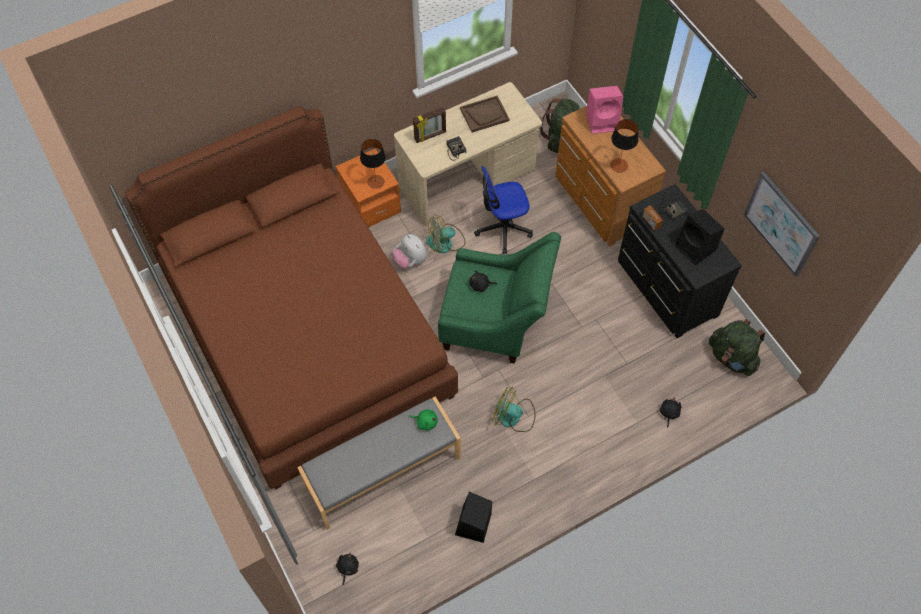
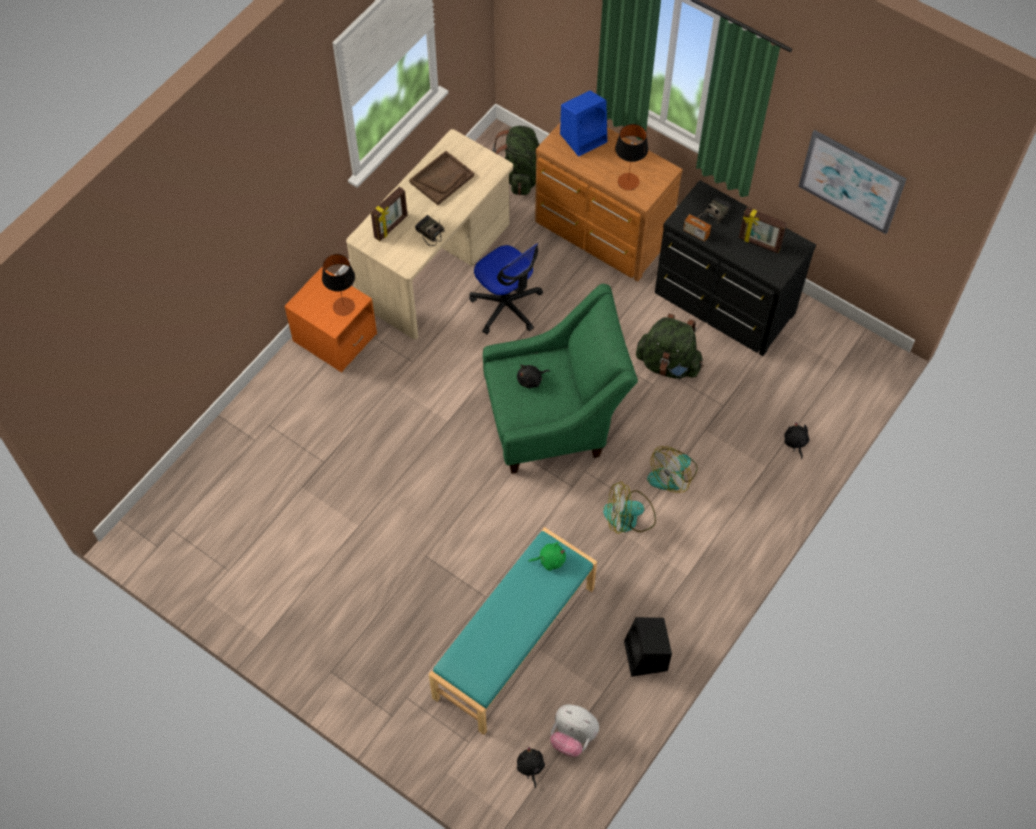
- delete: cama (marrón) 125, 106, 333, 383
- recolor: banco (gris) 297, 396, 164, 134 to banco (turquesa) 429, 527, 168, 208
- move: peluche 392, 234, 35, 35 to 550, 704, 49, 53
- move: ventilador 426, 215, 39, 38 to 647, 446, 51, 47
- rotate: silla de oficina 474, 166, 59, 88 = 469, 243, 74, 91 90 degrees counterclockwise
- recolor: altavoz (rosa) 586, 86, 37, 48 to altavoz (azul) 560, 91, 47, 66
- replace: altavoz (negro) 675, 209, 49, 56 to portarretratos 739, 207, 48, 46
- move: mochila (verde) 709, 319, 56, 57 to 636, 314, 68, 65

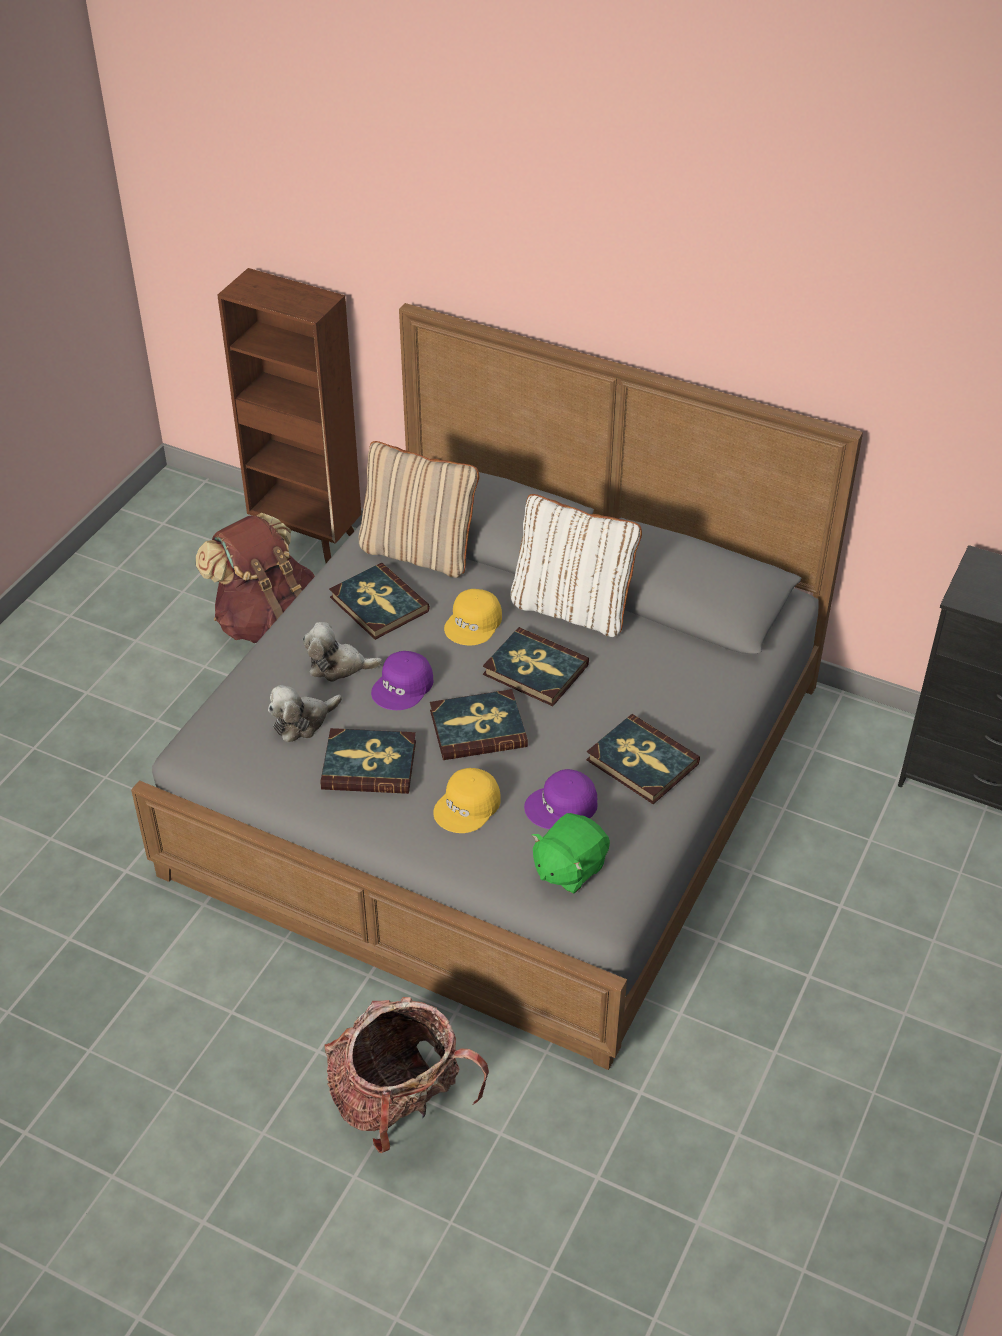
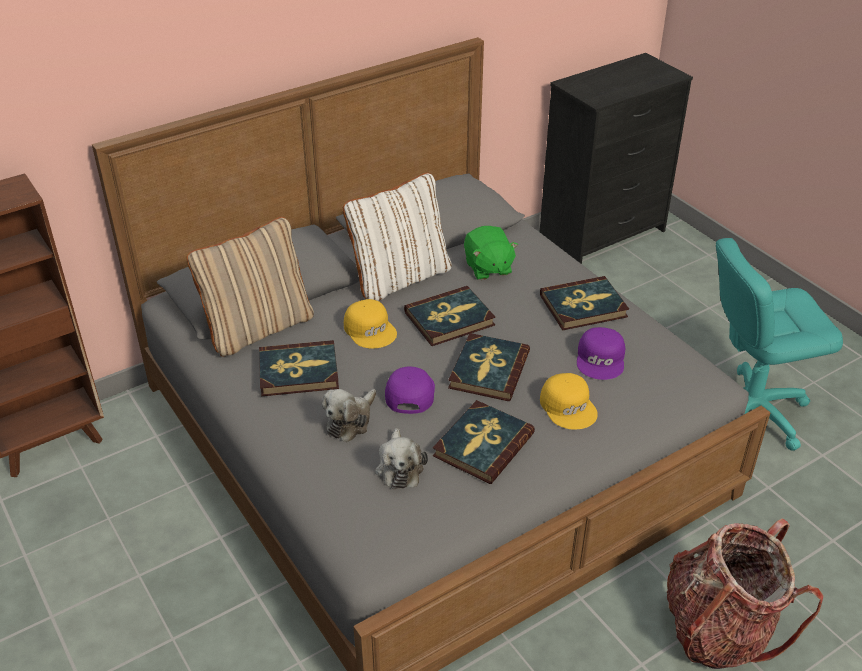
- delete: mochila (marrón) 196, 513, 119, 130
- rotate: gorra (morado) 371, 651, 62, 59 = 385, 367, 50, 47 150 degrees counterclockwise
- move: peluche (verde) 532, 813, 78, 80 to 464, 226, 54, 54
- insert: silla de oficina (turquesa) 716, 238, 127, 213

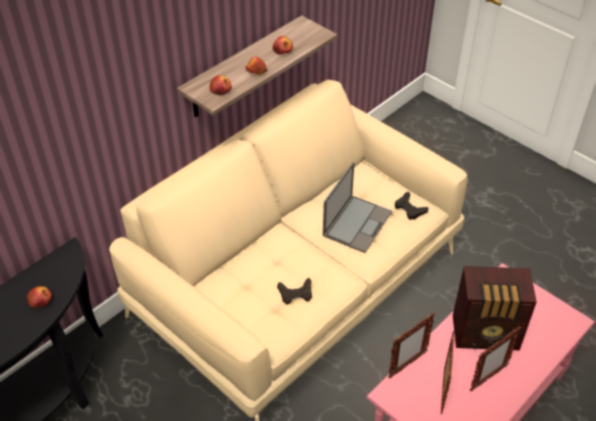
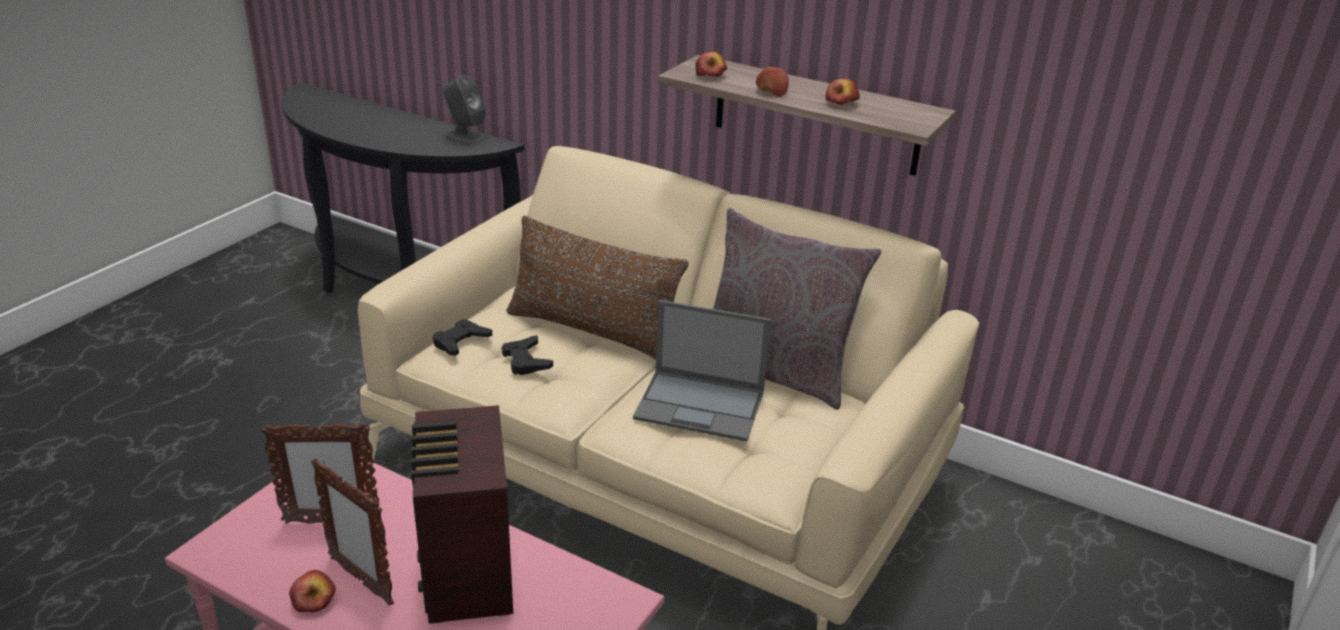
- move: manzana 27, 286, 25, 22 to 289, 570, 47, 43
- delete: portarretratos 388, 313, 47, 66
- move: mando de consola (negro) 395, 192, 34, 28 to 433, 319, 59, 37
- insert: altavoz (gris) 443, 75, 43, 69
- insert: cojín (marrón) 506, 216, 183, 144
- insert: cojín (gris) 713, 208, 169, 202

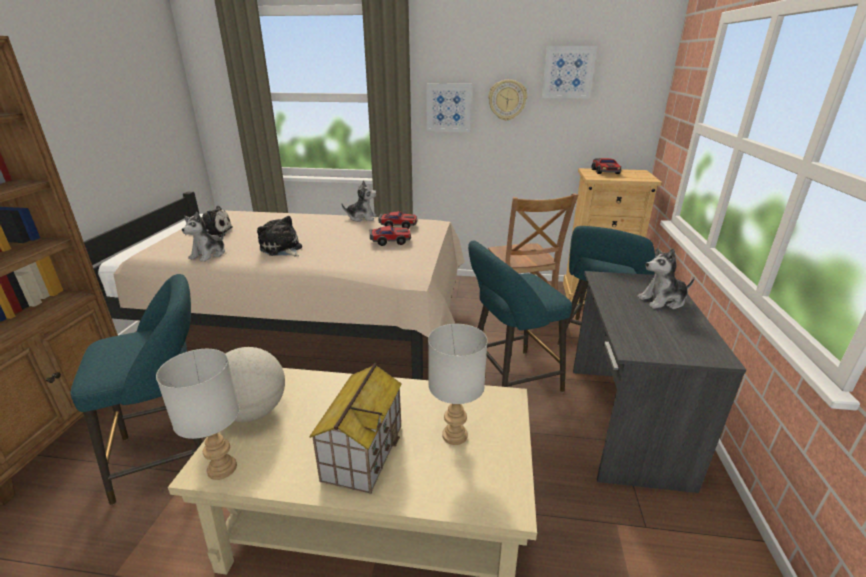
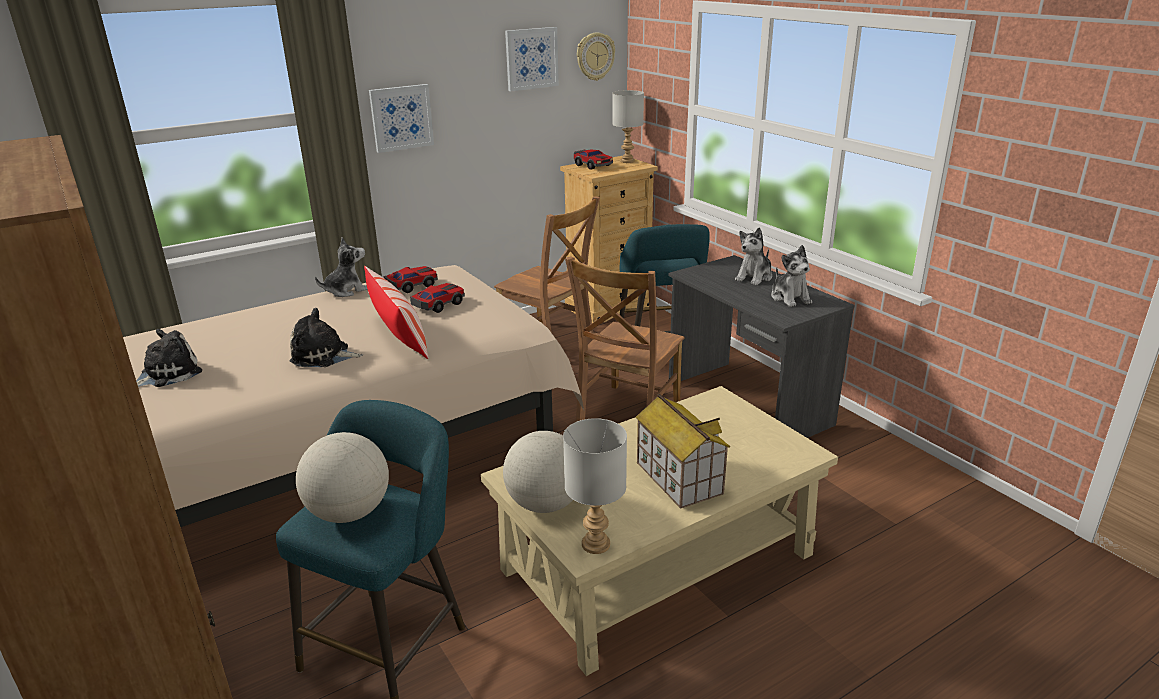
- move: peluche 182, 212, 43, 50 to 771, 245, 41, 62
- move: lámpara de mesa (gris) 428, 324, 60, 121 to 613, 90, 31, 73
- replace: taburete (turquesa) 468, 240, 104, 152 to silla (marrón) 565, 256, 119, 166
- move: reloj de pared 488, 79, 39, 42 to 577, 33, 38, 48
- insert: globo terráqueo 296, 432, 93, 91
- insert: cojín 364, 266, 65, 93

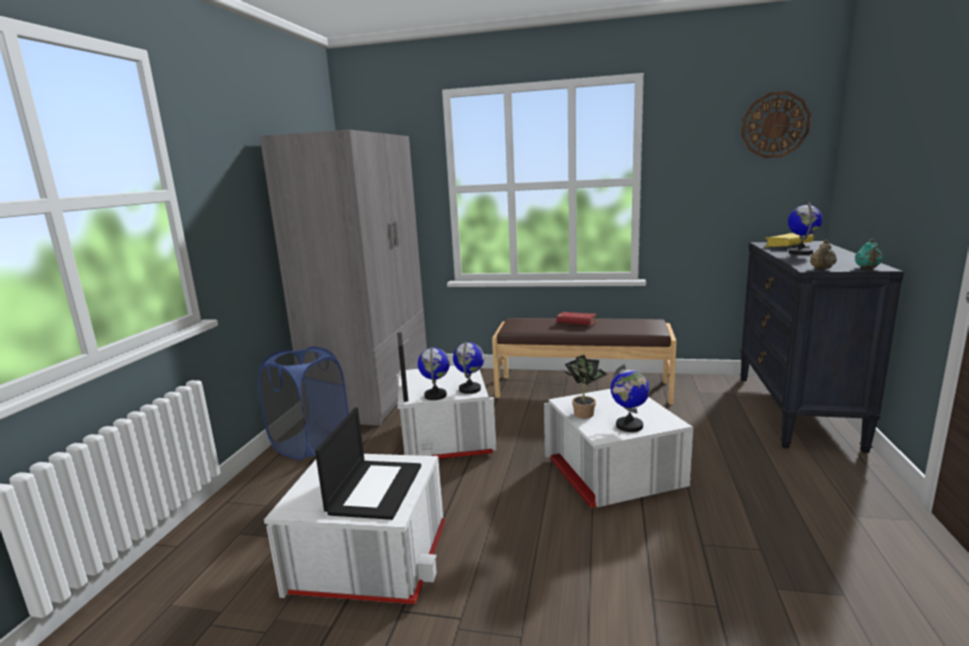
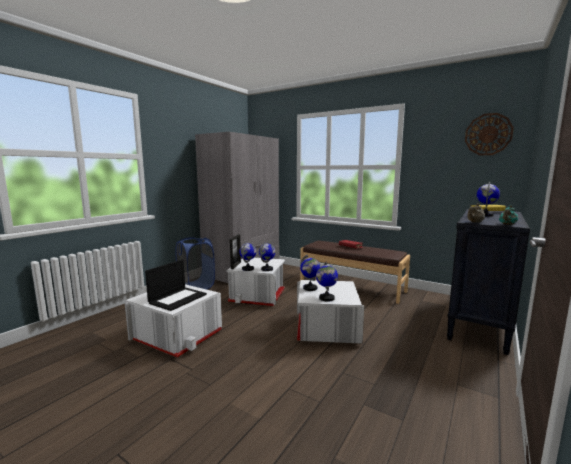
- replace: planta en maceta 564, 355, 44, 63 to globo terráqueo 300, 255, 20, 36

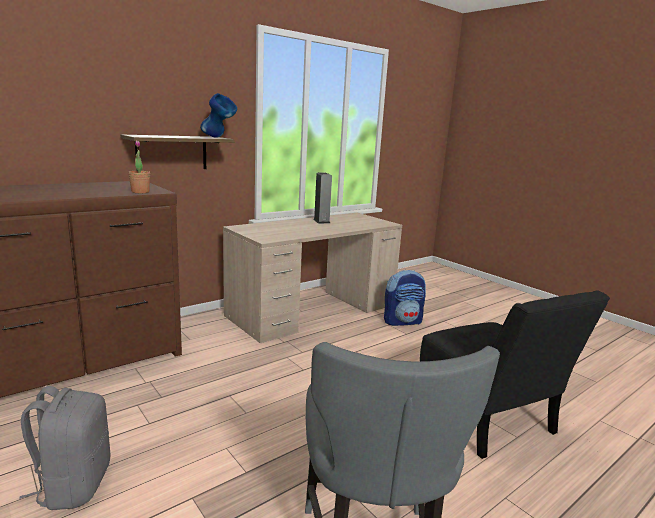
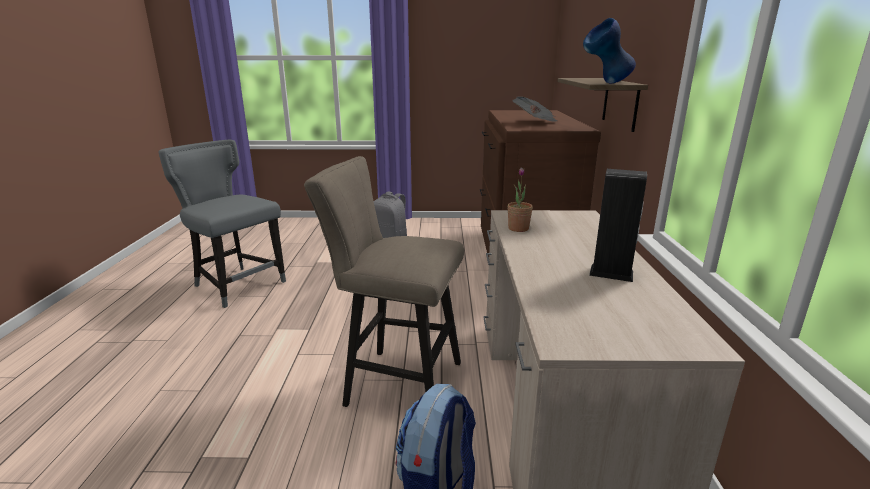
- move: planta en maceta 129, 141, 21, 52 to 507, 168, 26, 64
- delete: silla (negro) 420, 291, 190, 168
- insert: taburete (beis) 304, 156, 160, 251
- insert: periódico 512, 96, 45, 26

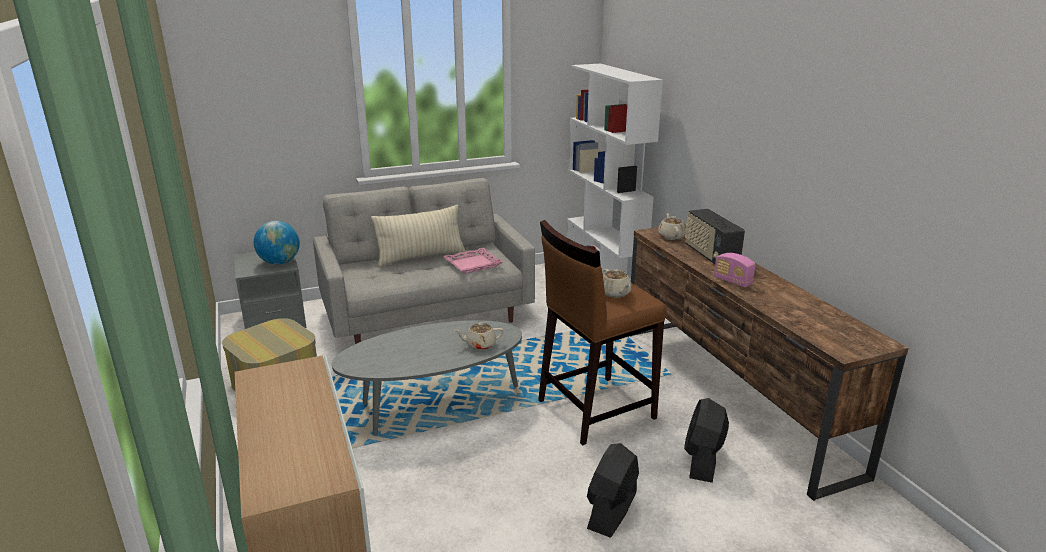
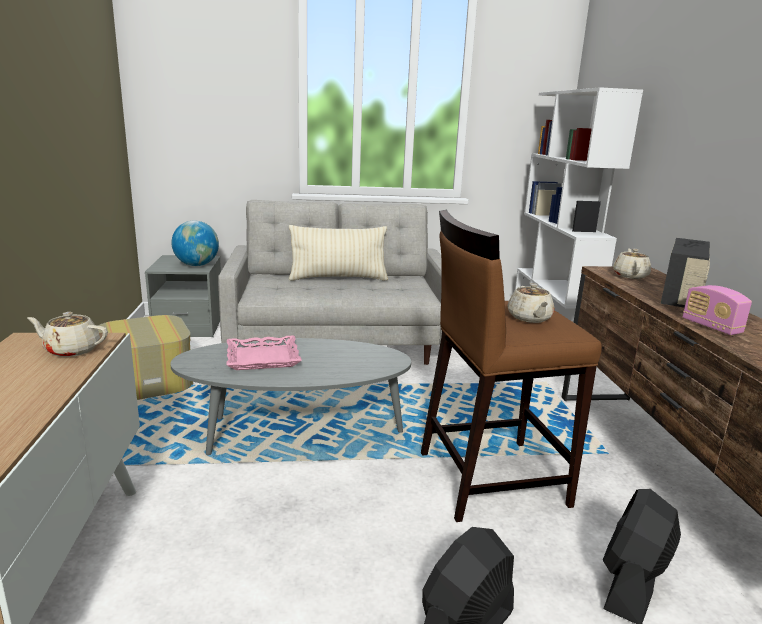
- move: bandeja (rosa) 443, 248, 60, 26 to 227, 336, 75, 34
- move: tetera (beis) 454, 322, 50, 28 to 27, 312, 81, 45
- rotate: radio 685, 209, 60, 55 = 661, 238, 49, 70 150 degrees counterclockwise

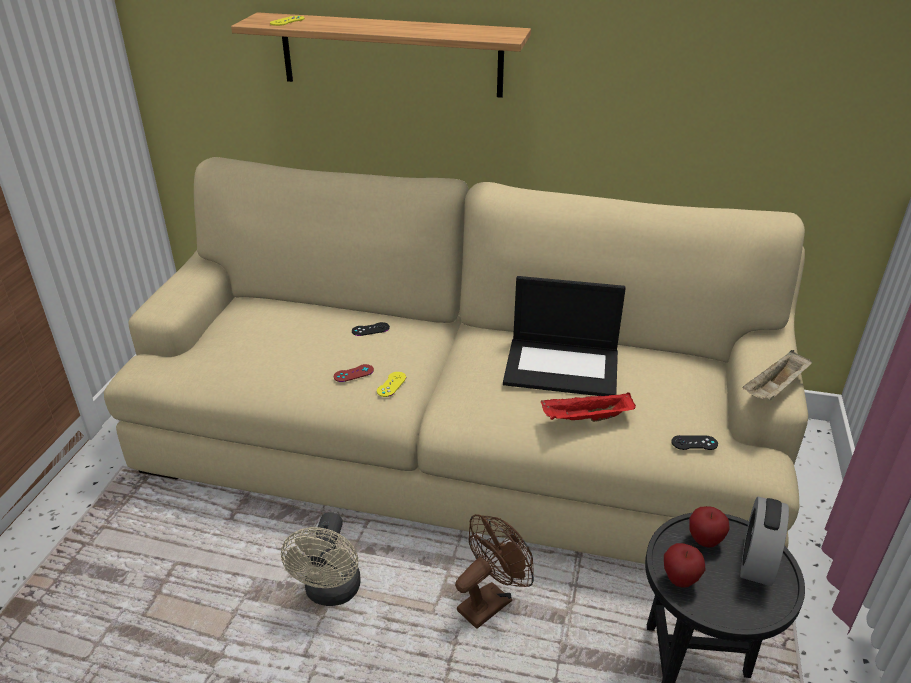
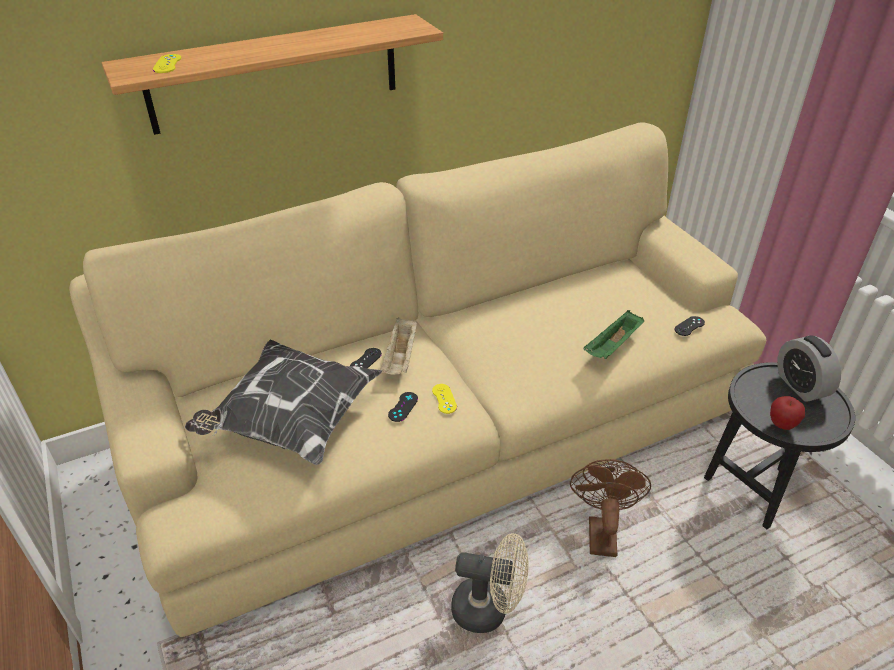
- rotate: ventilador (beis) 281, 512, 80, 94 = 451, 533, 77, 100 45 degrees counterclockwise
- recolor: mando de consola (rojo) 334, 364, 40, 18 to mando de consola (negro) 388, 392, 30, 30
- delete: portátil 503, 276, 123, 120
- recolor: bandeja (rojo) 541, 392, 95, 30 to bandeja (verde) 583, 310, 62, 49
- delete: manzana 689, 506, 41, 42
- move: bandeja (beis) 743, 350, 69, 50 to 380, 317, 37, 58
- insert: cojín 185, 339, 197, 126

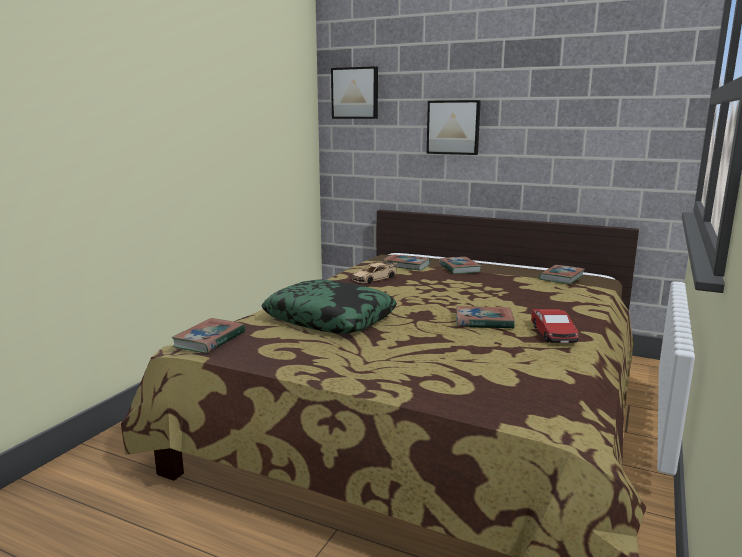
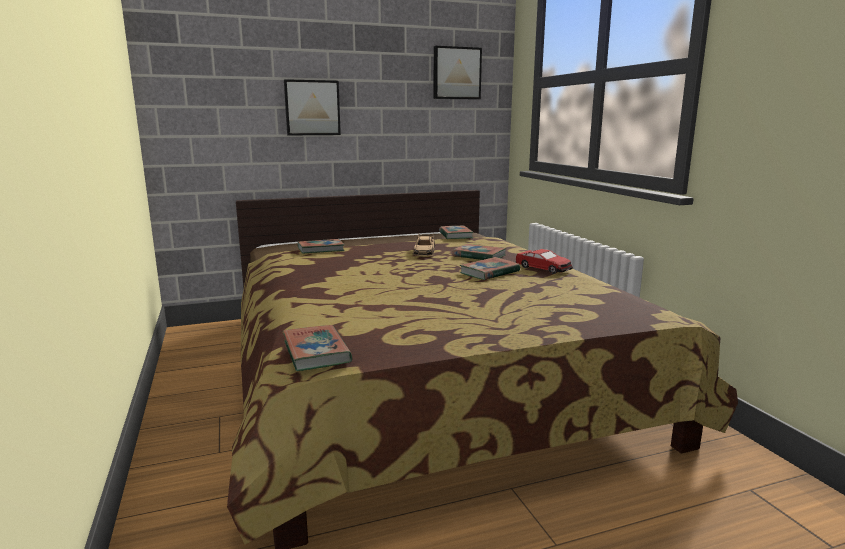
- delete: cojín 261, 280, 136, 54
- move: cuadro 331, 66, 47, 53 to 433, 46, 49, 53
- move: coche de juguete (beis) 352, 260, 45, 23 to 412, 233, 23, 23
- move: libro 439, 257, 42, 17 to 452, 244, 54, 16

